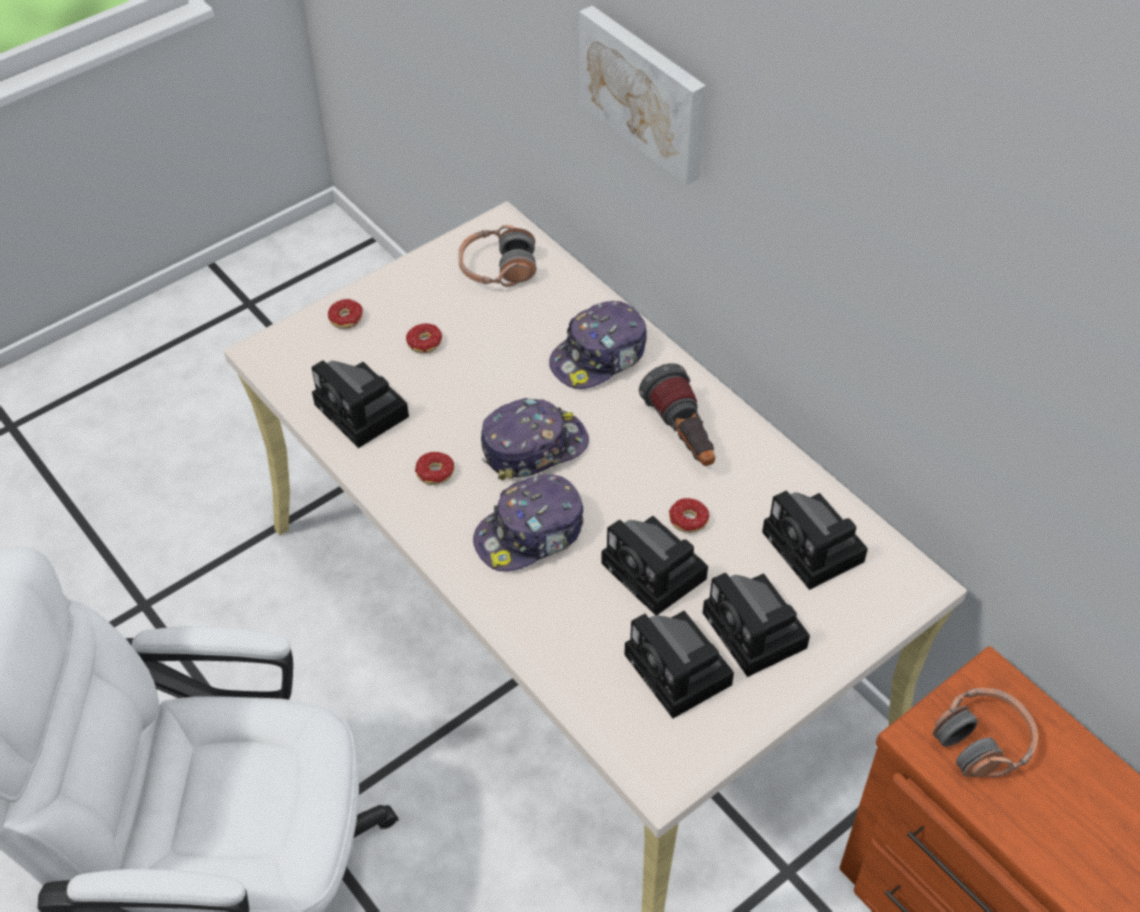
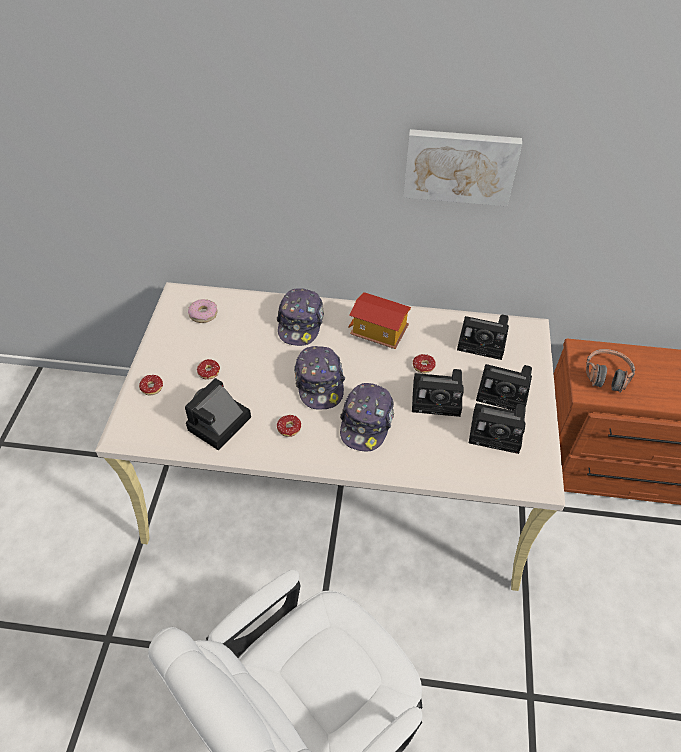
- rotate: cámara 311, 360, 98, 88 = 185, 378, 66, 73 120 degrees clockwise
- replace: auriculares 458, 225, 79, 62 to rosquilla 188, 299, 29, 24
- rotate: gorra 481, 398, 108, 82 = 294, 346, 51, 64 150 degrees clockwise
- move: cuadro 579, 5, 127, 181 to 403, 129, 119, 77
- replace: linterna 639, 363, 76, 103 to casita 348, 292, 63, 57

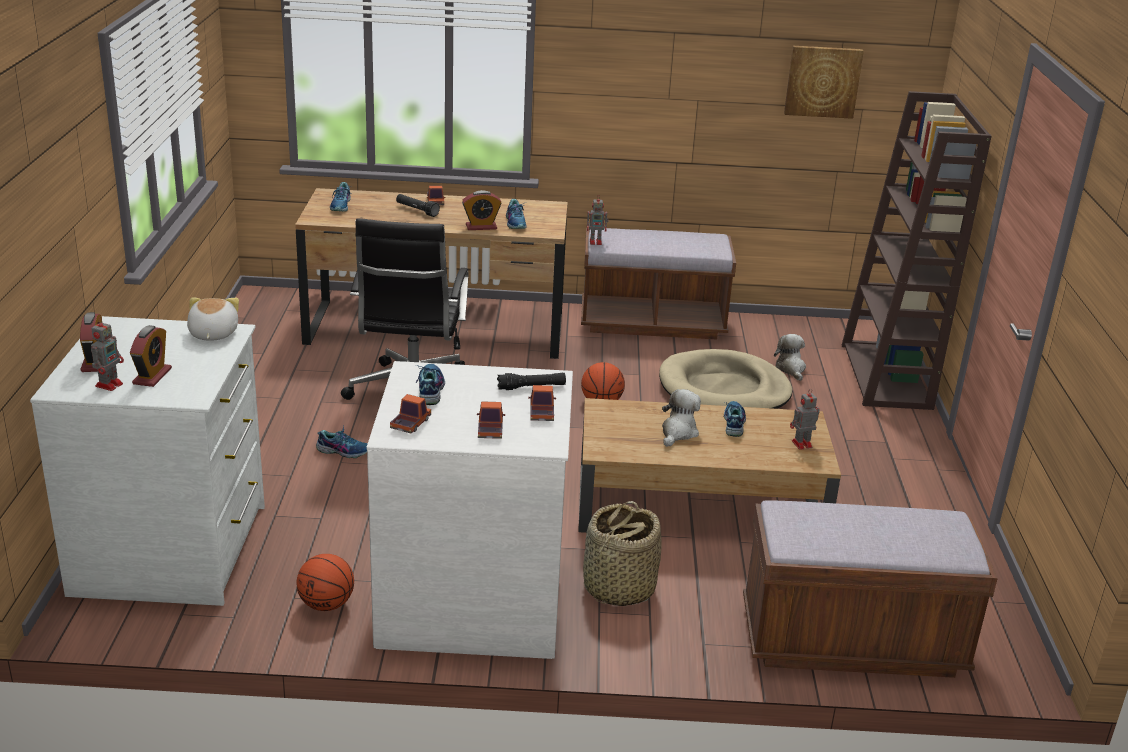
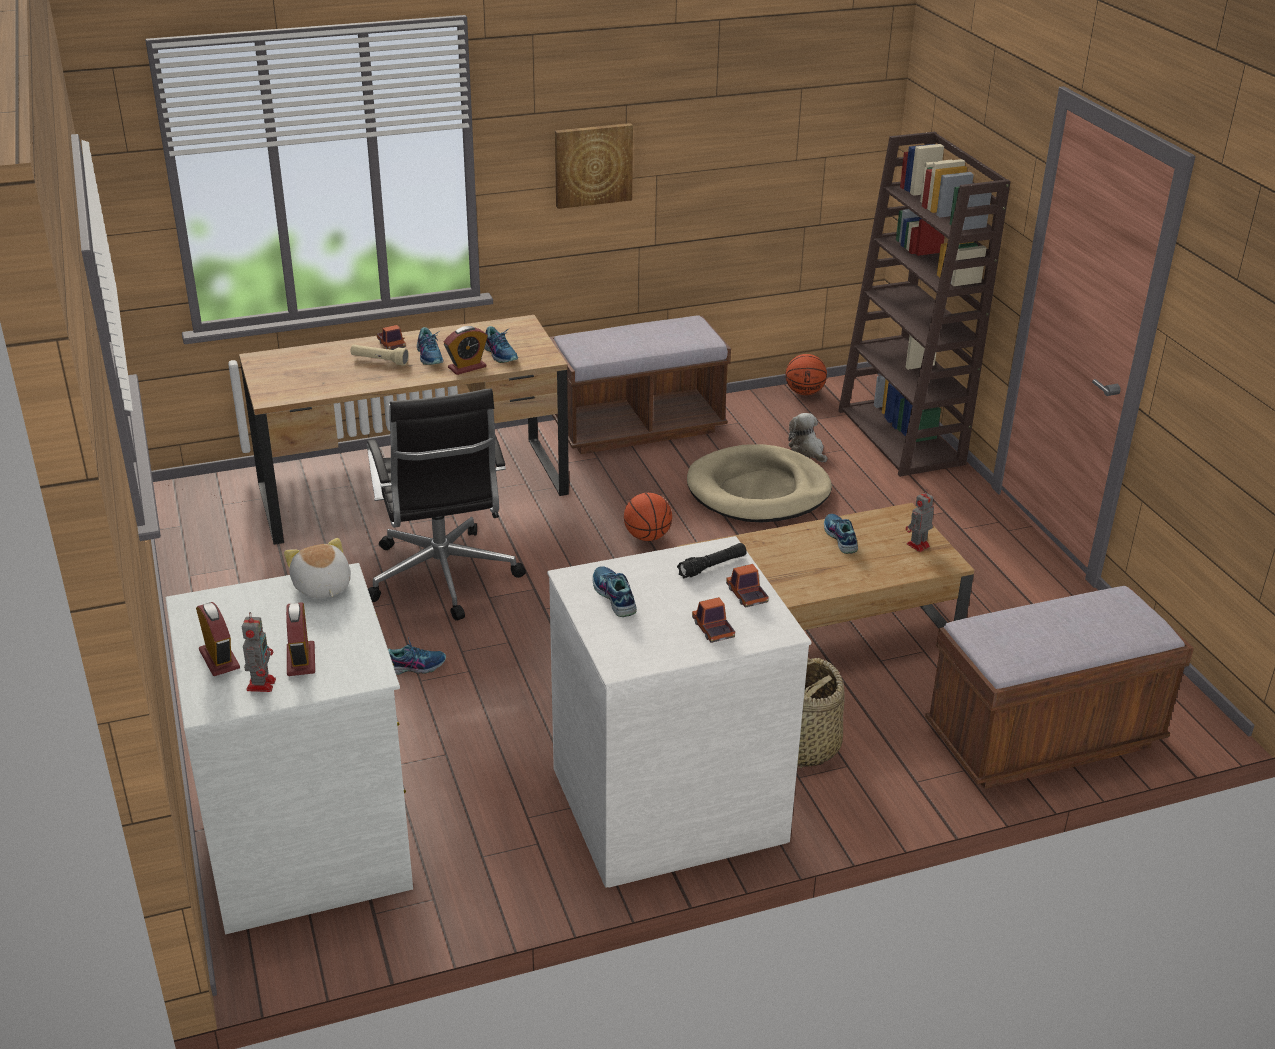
- move: balón de baloncesto 297, 554, 57, 57 to 786, 354, 41, 41
- move: zapato 330, 182, 21, 30 to 417, 327, 26, 38
- delete: camión de juguete 390, 394, 41, 39
- recolor: linterna (negro) 396, 194, 44, 23 to linterna (beis) 351, 344, 58, 22
- delete: robot de juguete 587, 198, 22, 47
- delete: peluche 662, 389, 39, 58
- move: cuadro 784, 46, 80, 73 to 555, 123, 78, 86

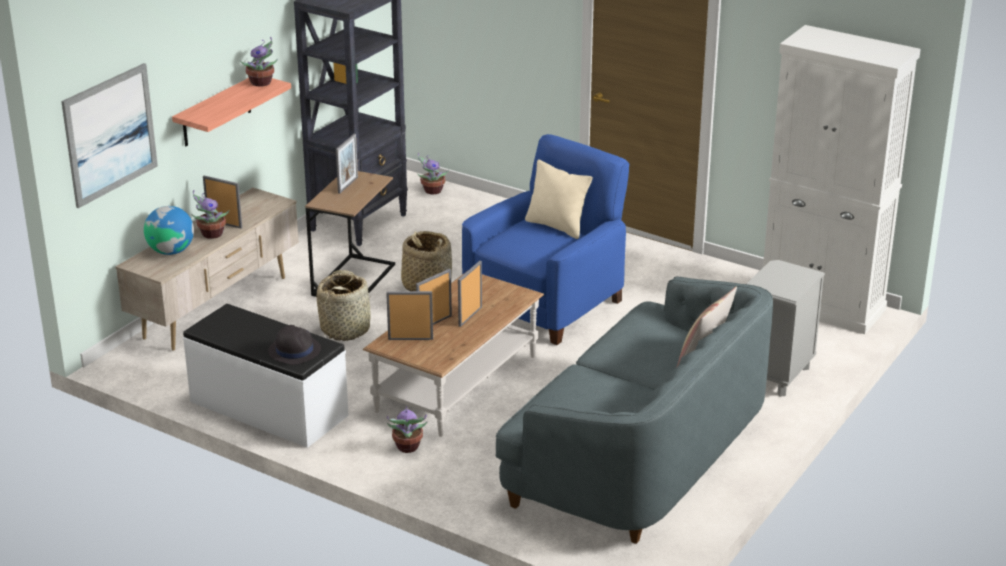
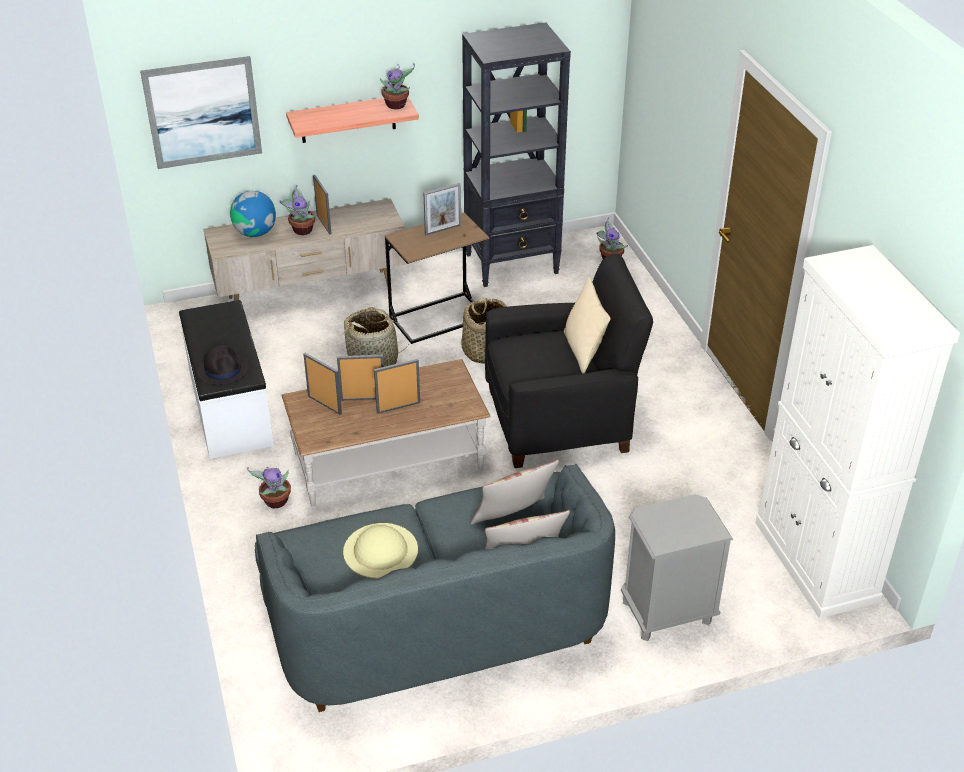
- recolor: sillón (azul) 462, 134, 167, 211 to sillón (negro) 485, 253, 168, 215
- insert: sombrero (beis) 343, 523, 75, 55
- insert: cojín 470, 460, 89, 64

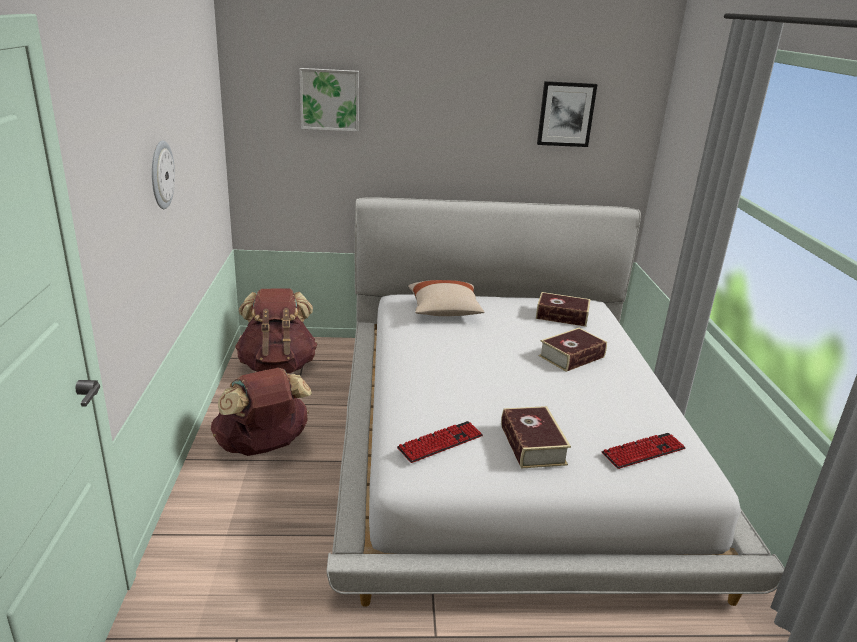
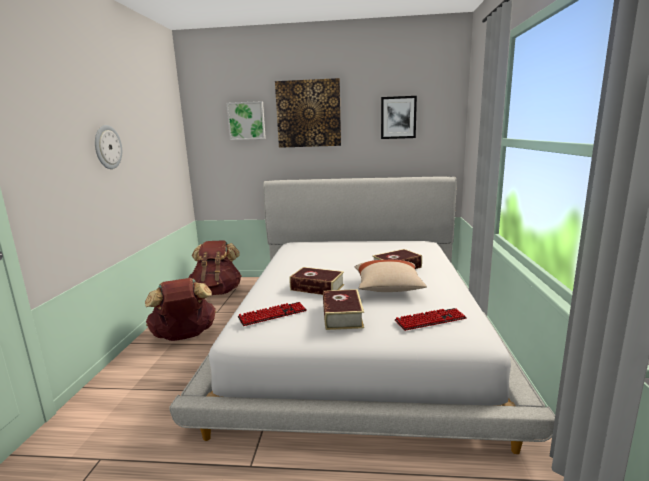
- move: cojín (beis) 408, 280, 76, 36 to 355, 260, 72, 32
- move: libro 536, 292, 55, 35 to 290, 267, 54, 28
- insert: cuadro 275, 78, 66, 70

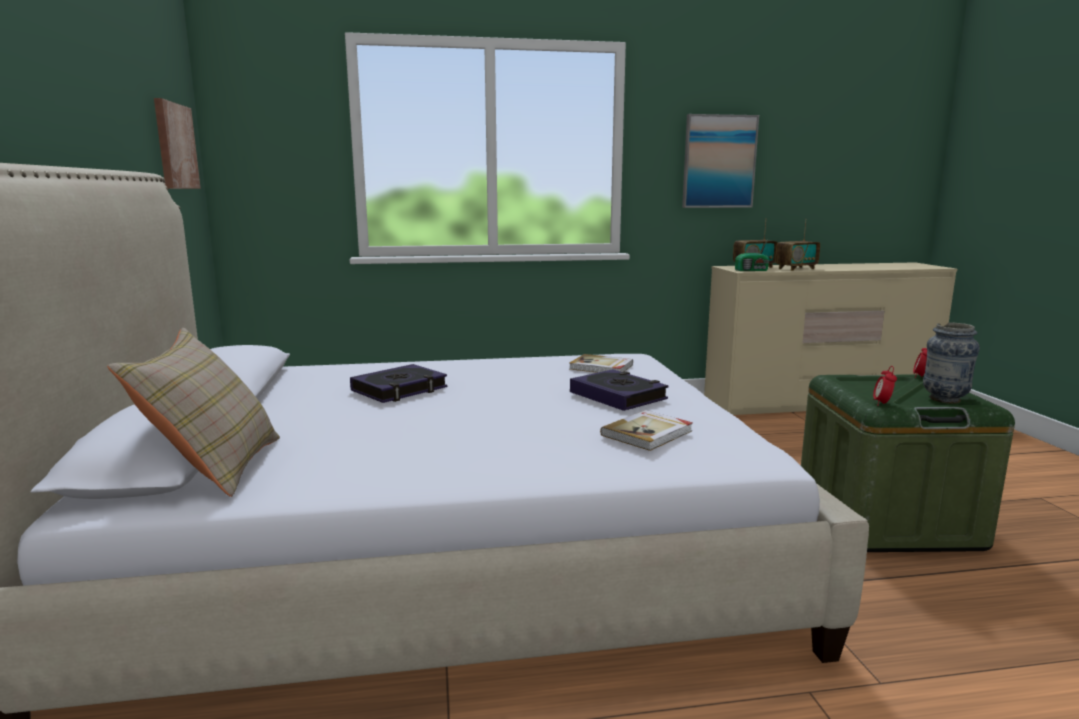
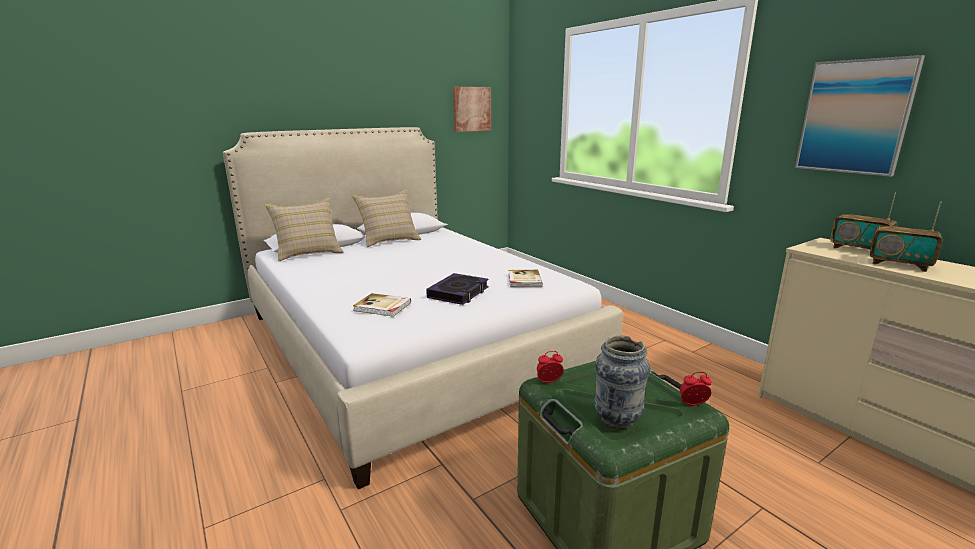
- delete: libro 350, 364, 97, 39
- delete: radio 735, 241, 34, 30
- insert: cojín (beis) 352, 190, 69, 57

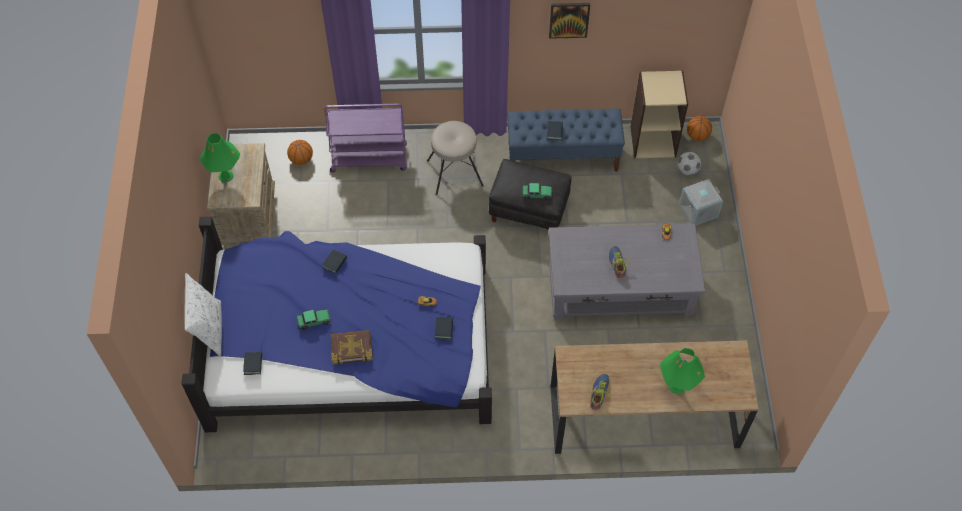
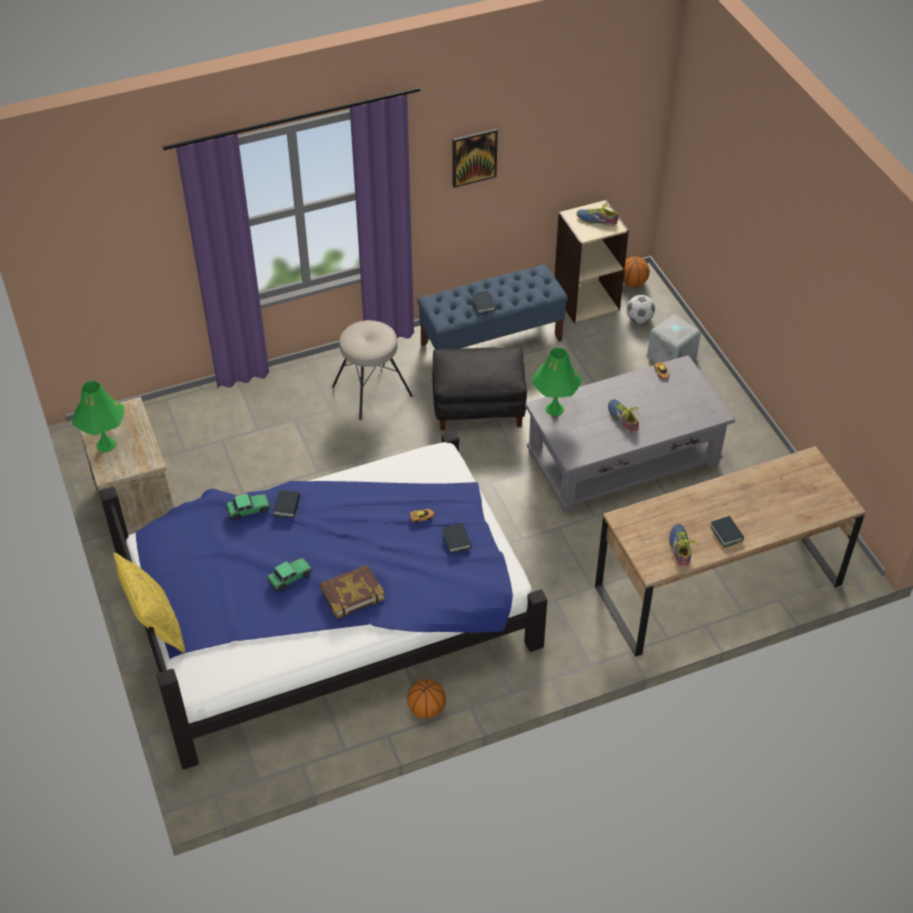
- recolor: cojín (blanco) 184, 273, 38, 83 to cojín (amarillo) 113, 552, 72, 101
- move: libro 243, 352, 19, 23 to 710, 516, 34, 31
- move: balón de baloncesto 287, 140, 26, 25 to 407, 680, 39, 39
- delete: carrito (morado) 324, 104, 83, 68
- move: coche de juguete 522, 183, 30, 17 to 226, 494, 44, 26
- move: lámpara de mesa (verde) 660, 348, 45, 46 to 531, 348, 52, 68
- insert: zapato 576, 203, 42, 23

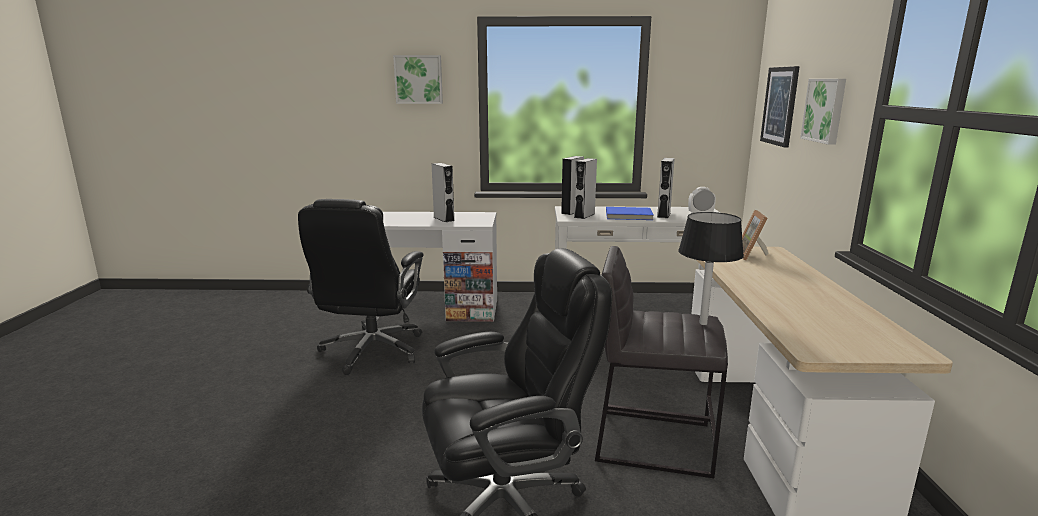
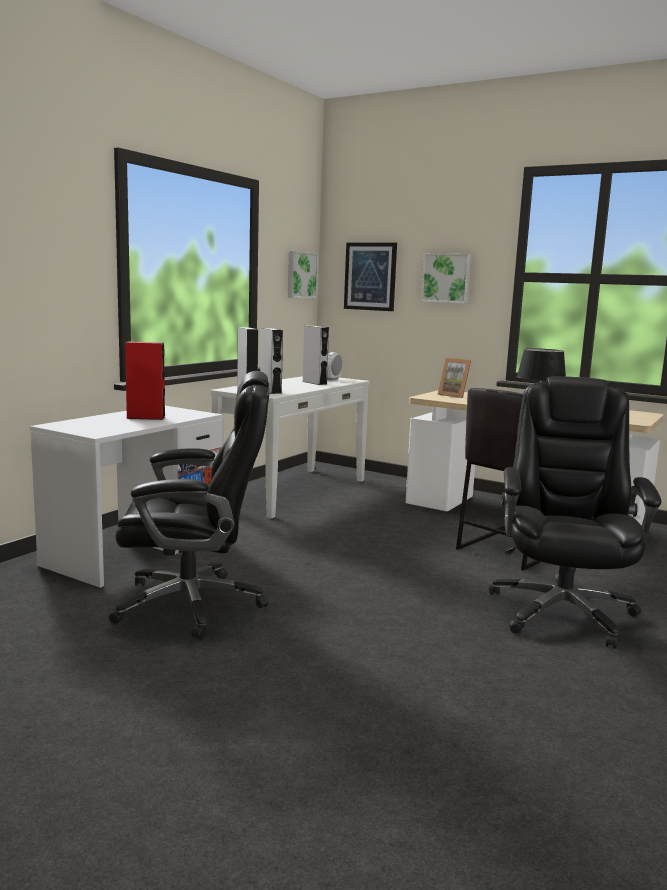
- rotate: silla de oficina (negro) 298, 199, 126, 176 = 109, 371, 160, 269 45 degrees counterclockwise
- move: cuadro 393, 55, 50, 49 to 288, 251, 31, 47
- recolor: altavoz (gris) 432, 163, 22, 59 to altavoz (rojo) 125, 341, 40, 79
- delete: libro (azul) 606, 207, 47, 13

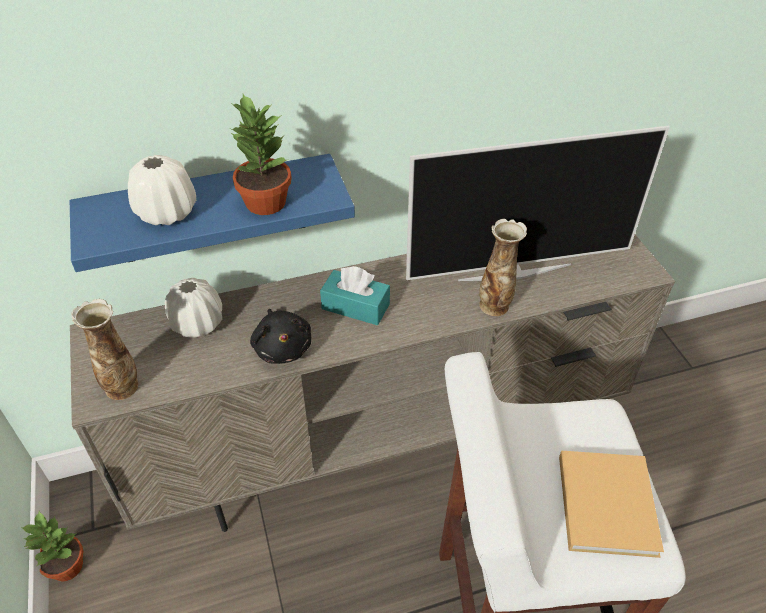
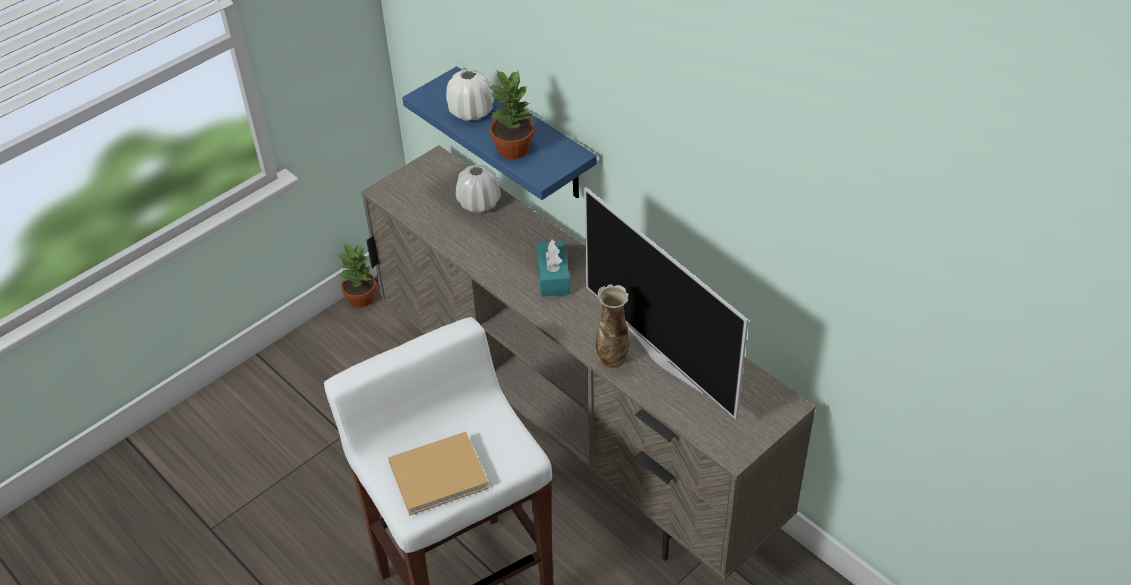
- delete: florero 71, 299, 67, 101
- delete: peluche (negro) 250, 309, 62, 55

